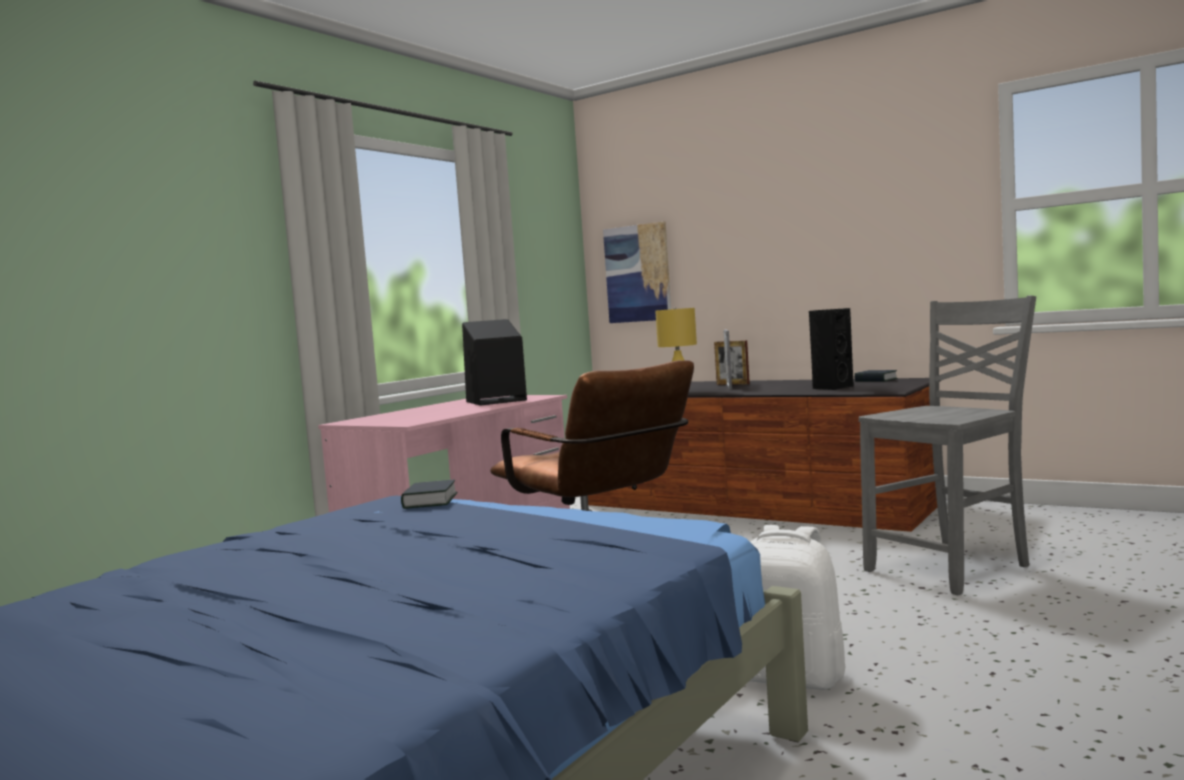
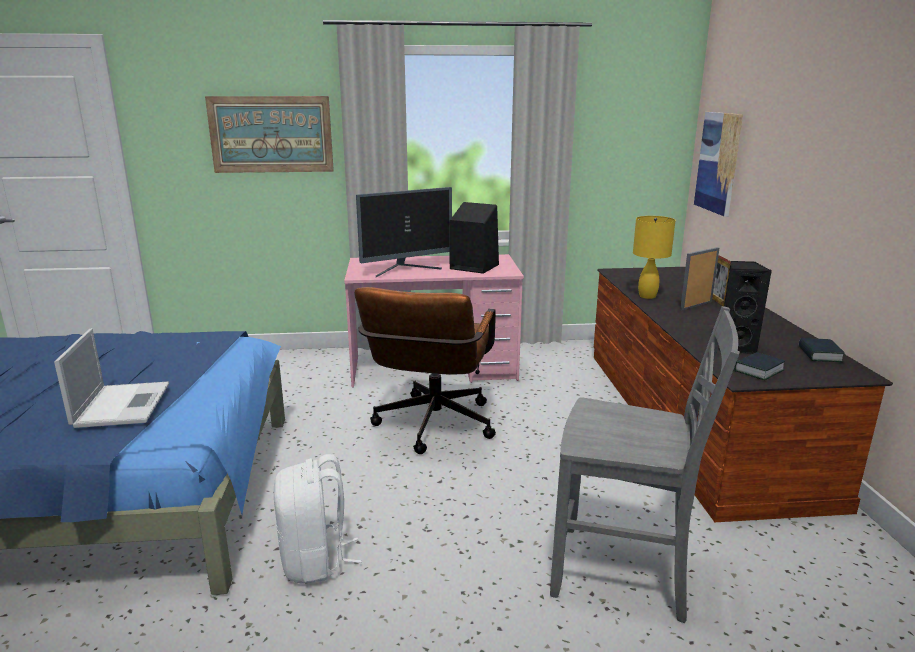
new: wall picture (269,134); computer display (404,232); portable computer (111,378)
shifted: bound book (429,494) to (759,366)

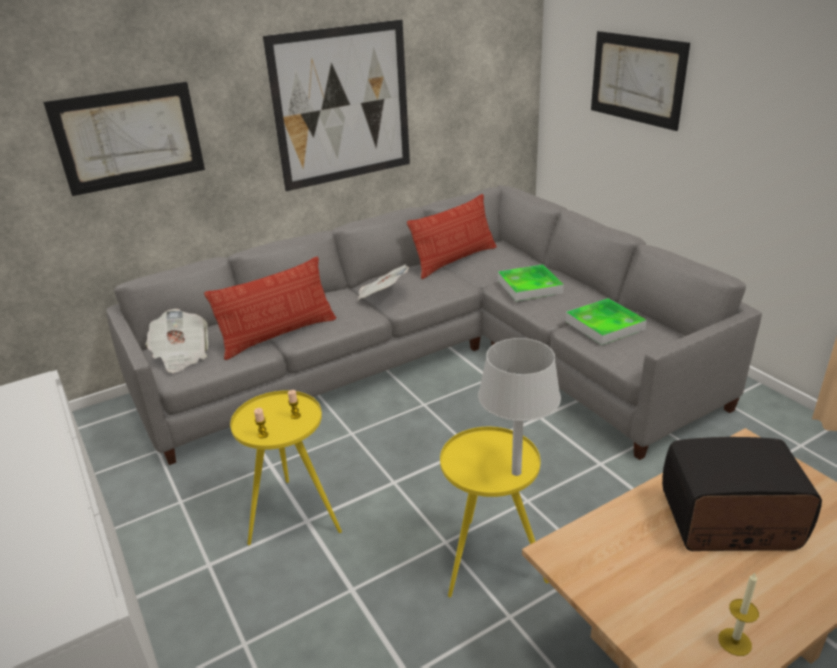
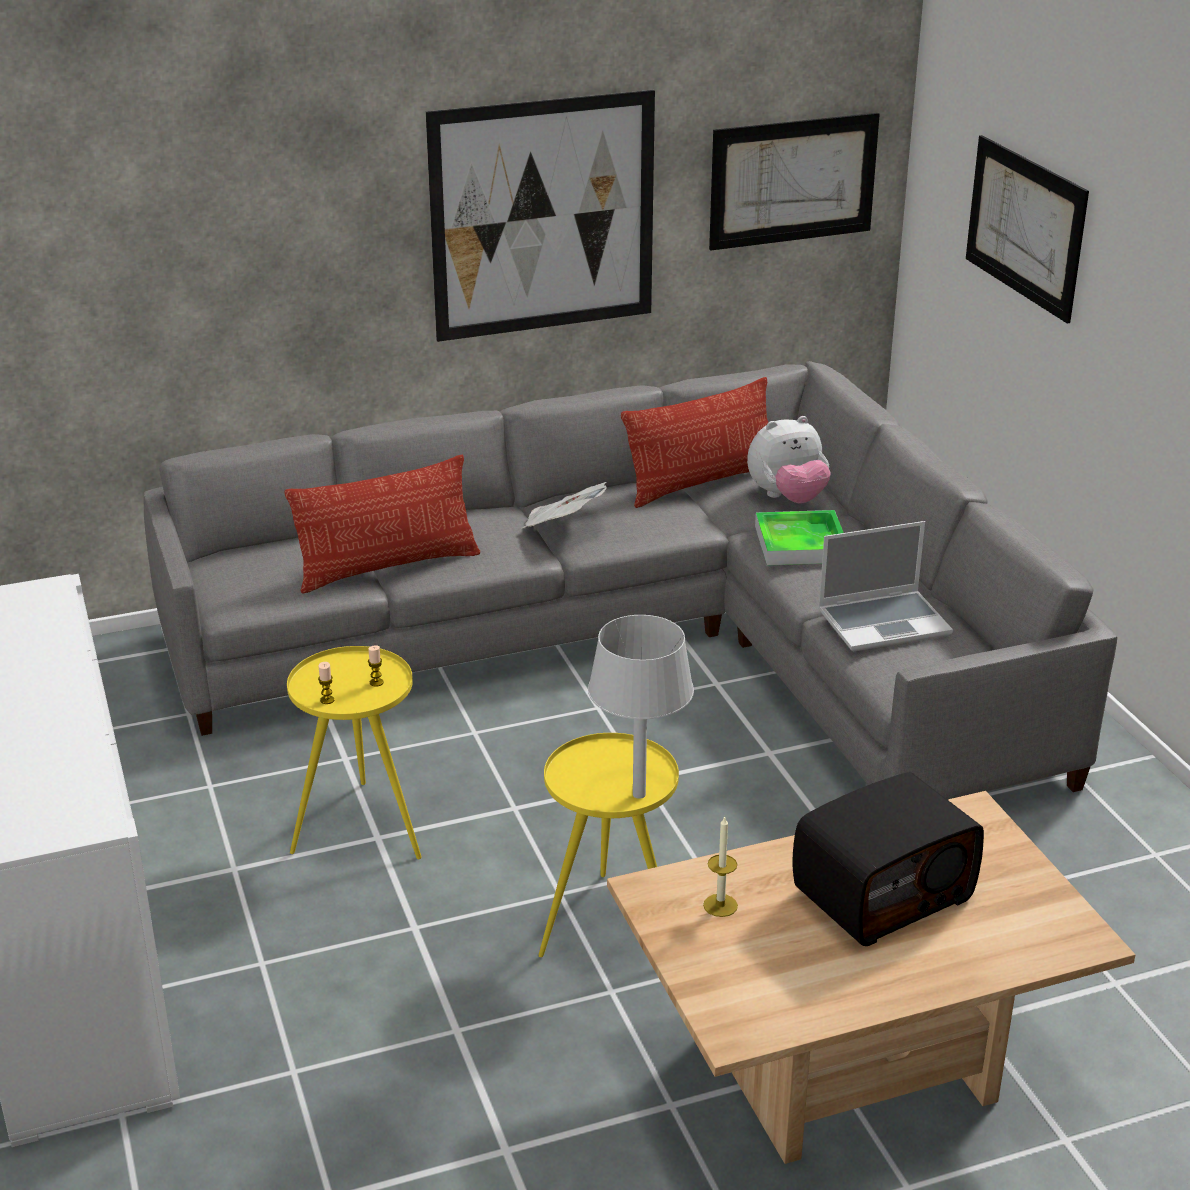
gone: daily paper (177,341)
new: cuddly toy (789,459)
shifted: wall picture (124,139) to (794,182); wax light (738,614) to (720,866)
swapped: serving tray (606,321) to portable computer (885,586)
rotated: radio receiver (742,494) = (888,859) 135 degrees clockwise

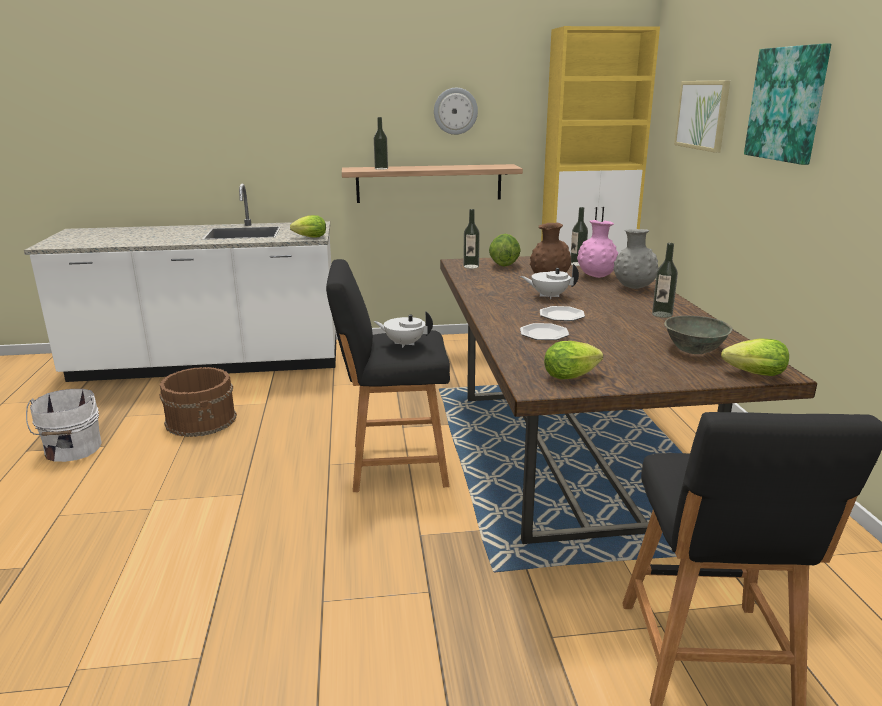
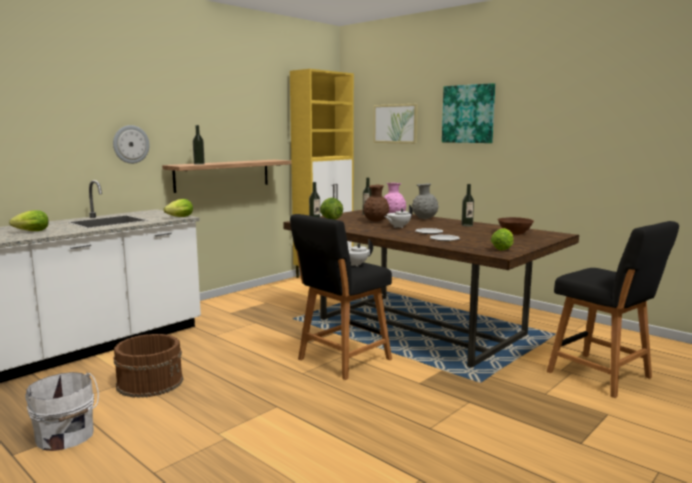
shifted: hanging clock (456,111) to (131,144); lettuce head (755,357) to (29,220)
repainted: greyish deep dish (698,335) to brown-coloured deep dish (515,226)

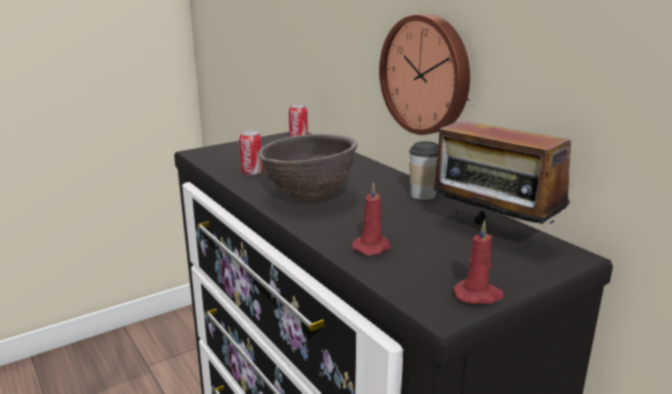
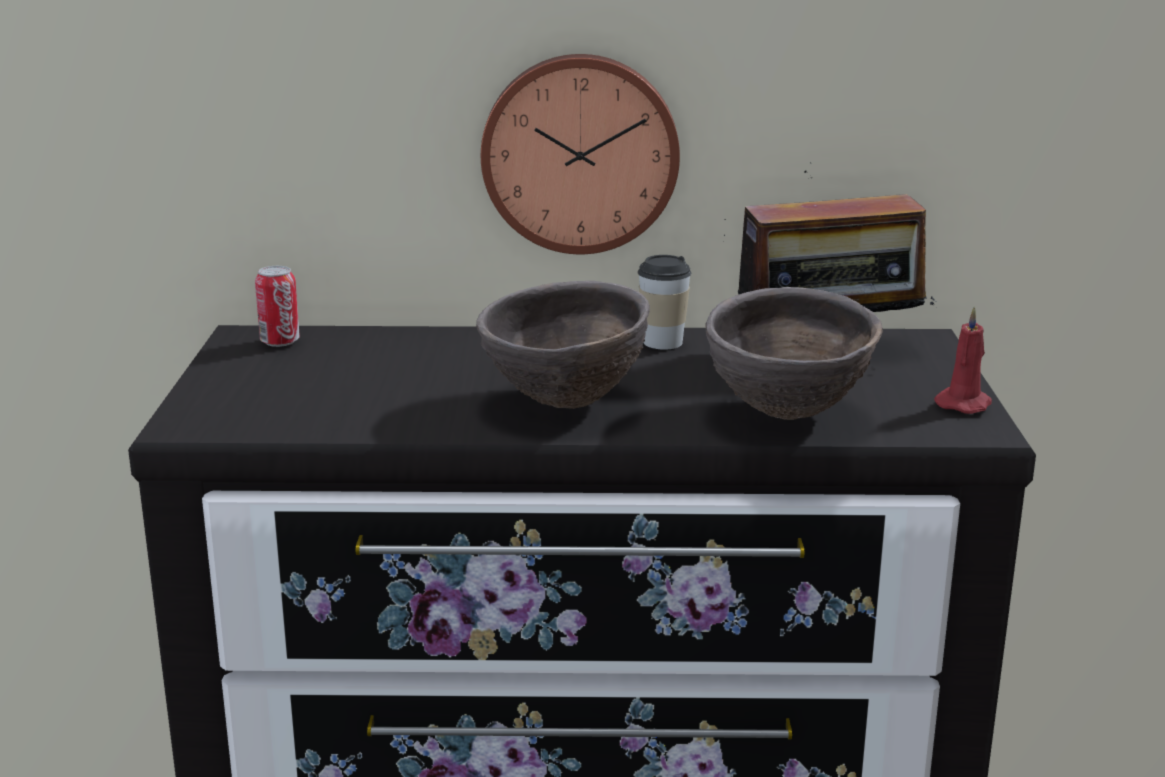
gone: can (251,153)
swapped: red wax light (371,219) to brown-coloured deep dish (794,353)

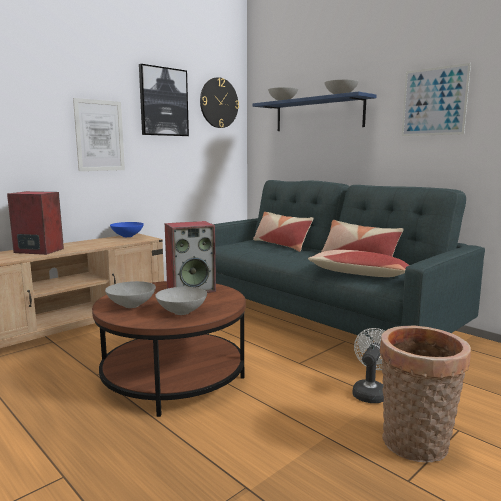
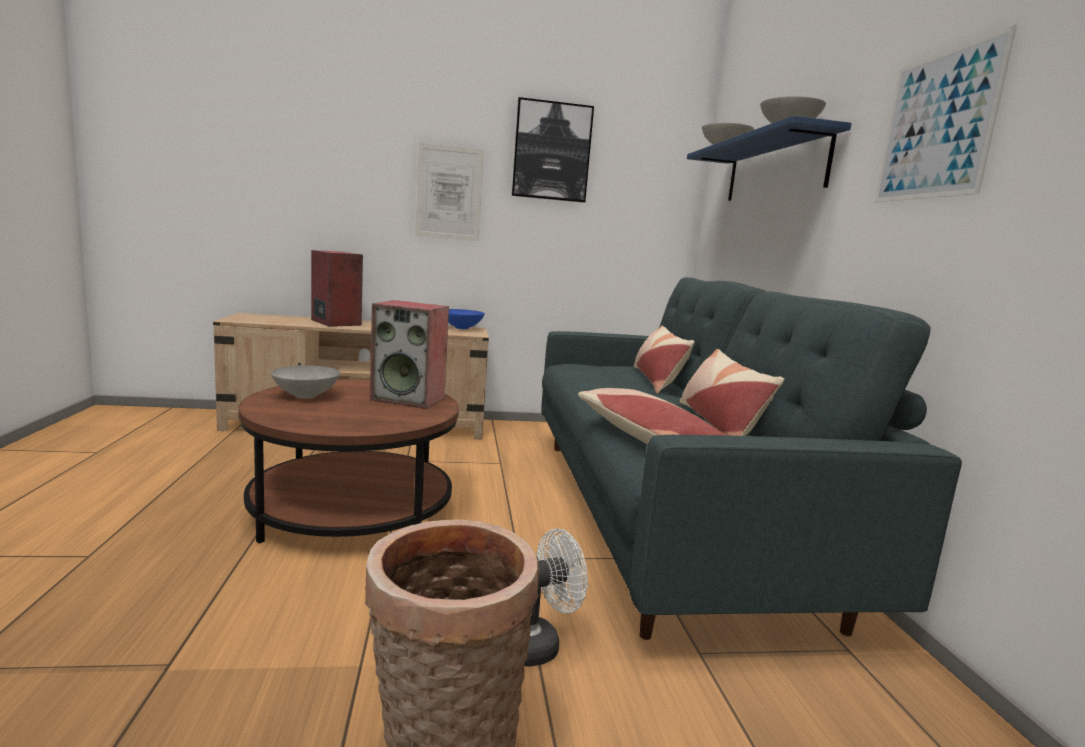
gone: hanging clock (219,102); greyish deep dish (181,301)

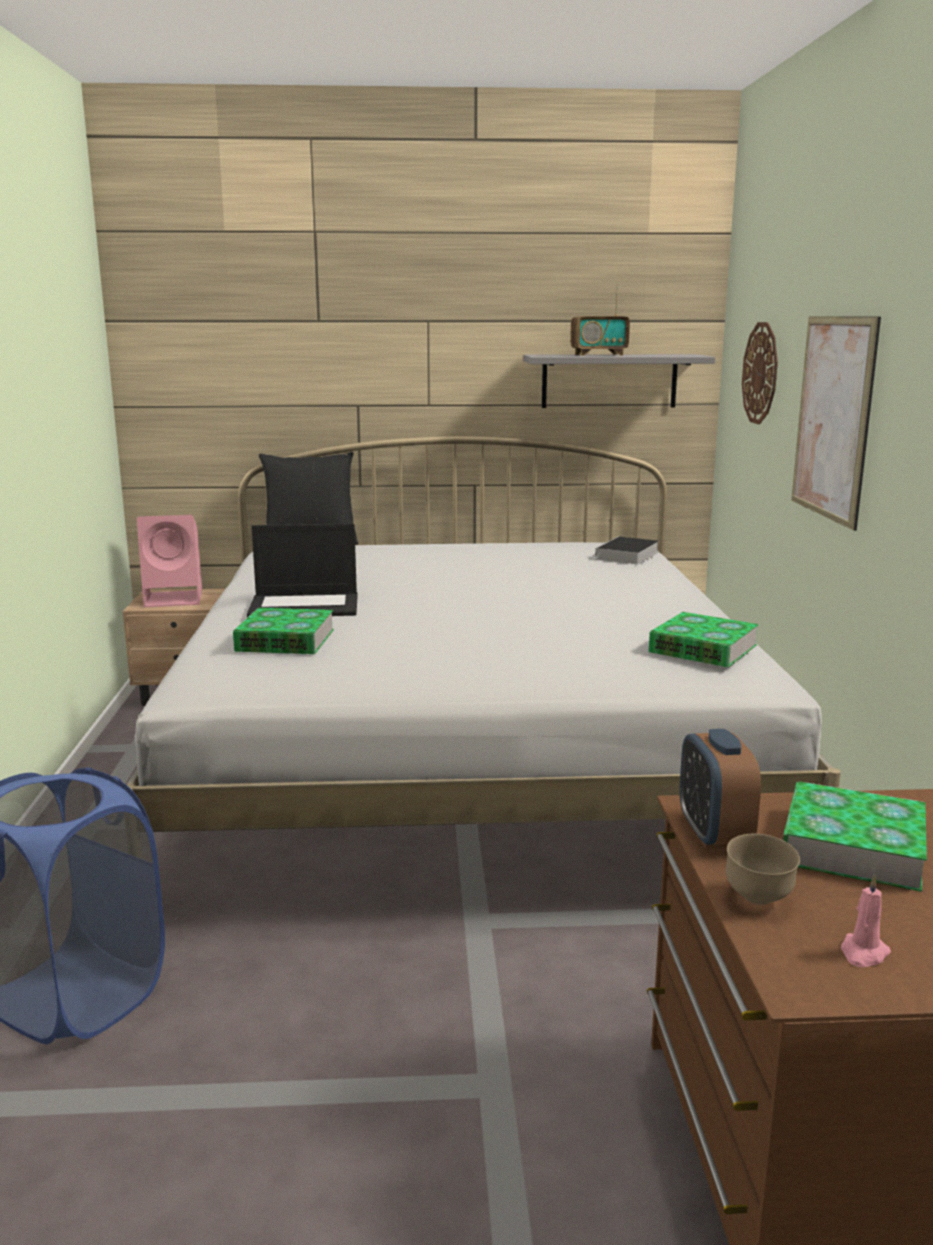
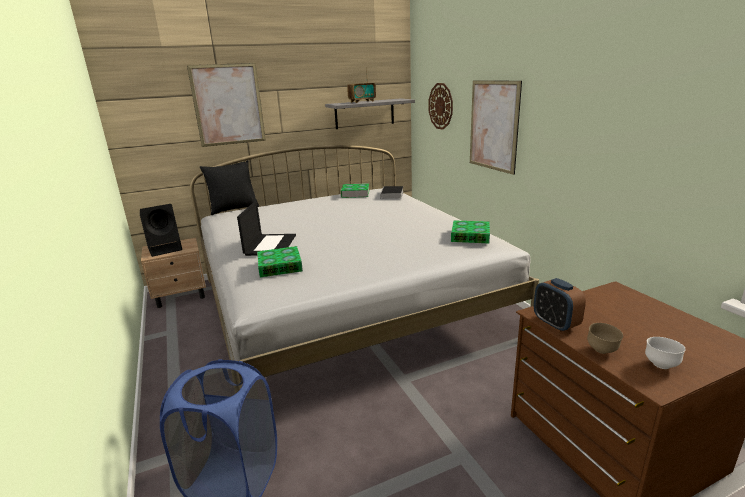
new: wall picture (226,105)
shifted: bound book (855,836) to (355,190)
swapped: pinkish wax light (866,920) to whitish deep dish (665,353)
repainted: pinkish loudspeaker (169,561) to black-coloured loudspeaker (161,230)
rotated: portable computer (302,570) = (266,228) 60 degrees counterclockwise

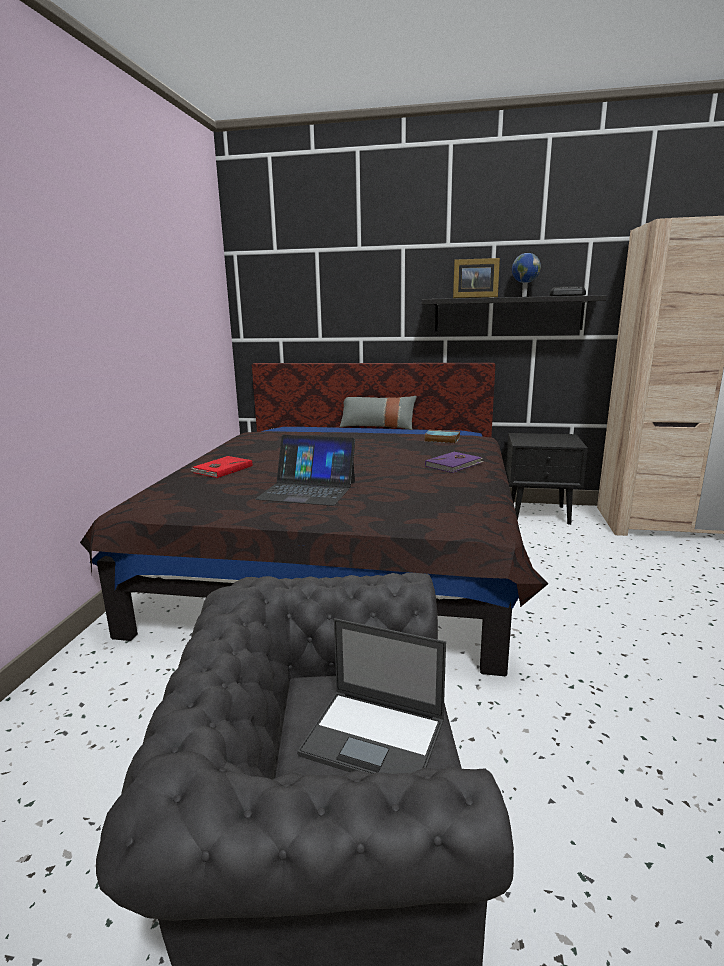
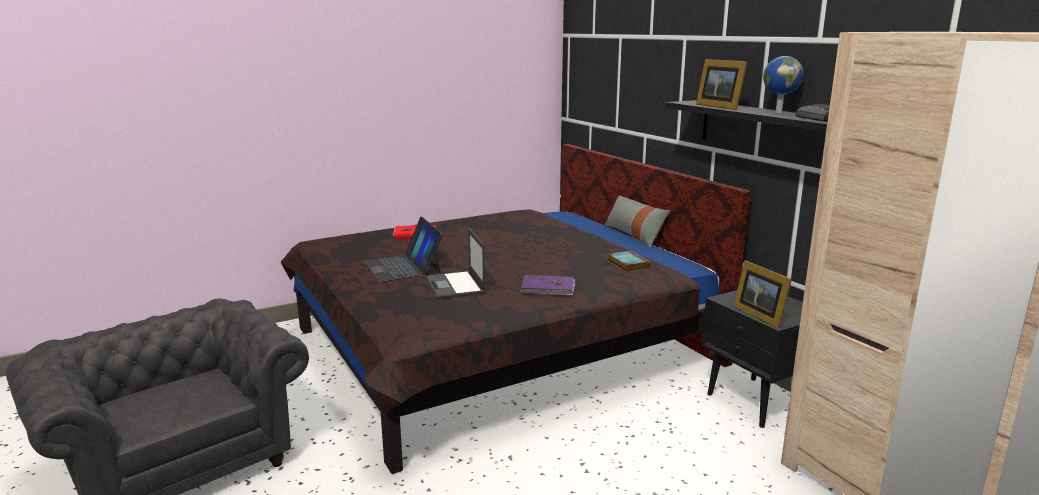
new: photo frame (762,294)
shifted: portable computer (371,696) to (456,263)

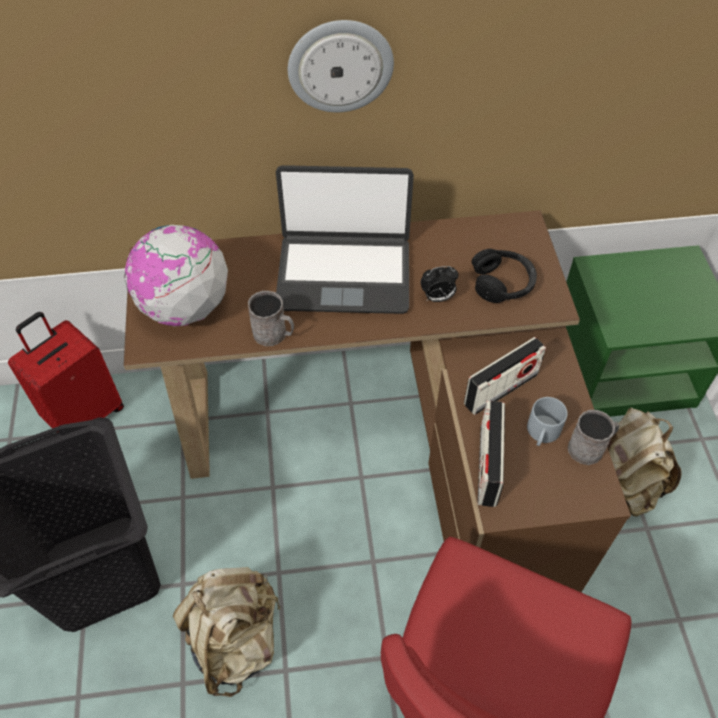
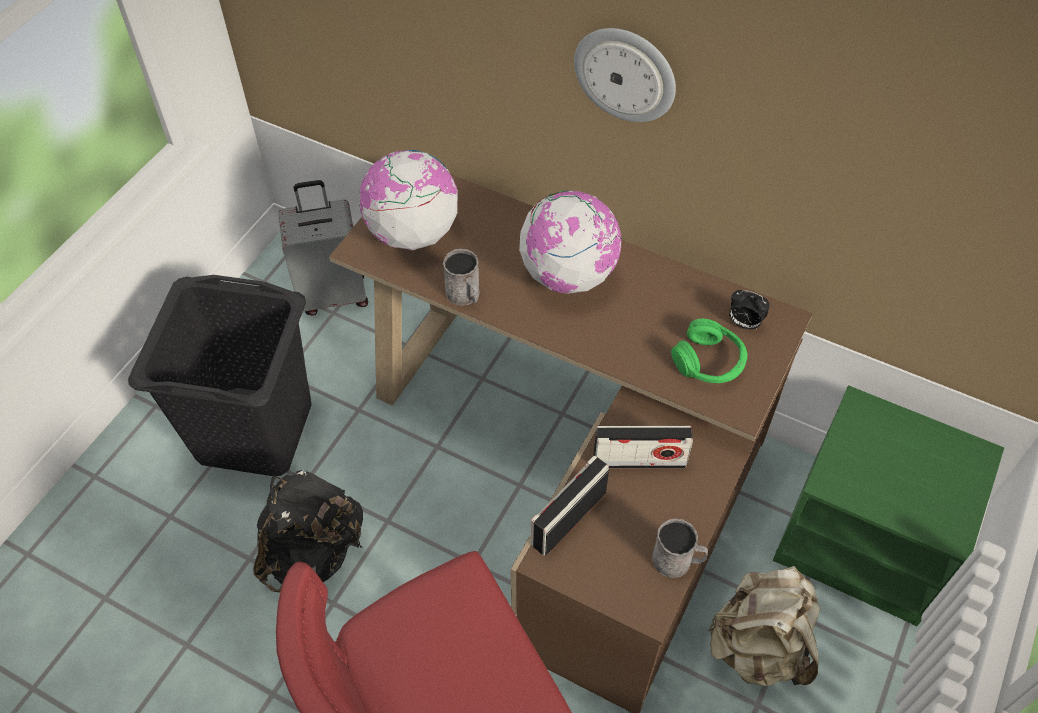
gone: greyish tea mug (547,421)
shifted: table clock (440,284) to (749,310)
swapped: portable computer (345,239) to world globe (570,242)
repainted: black-coloured headphones (504,276) to greenish headphones (709,351); red suitcase (66,372) to greyish suitcase (323,248); sand-coloured rucksack (227,632) to black-coloured rucksack (308,531)

